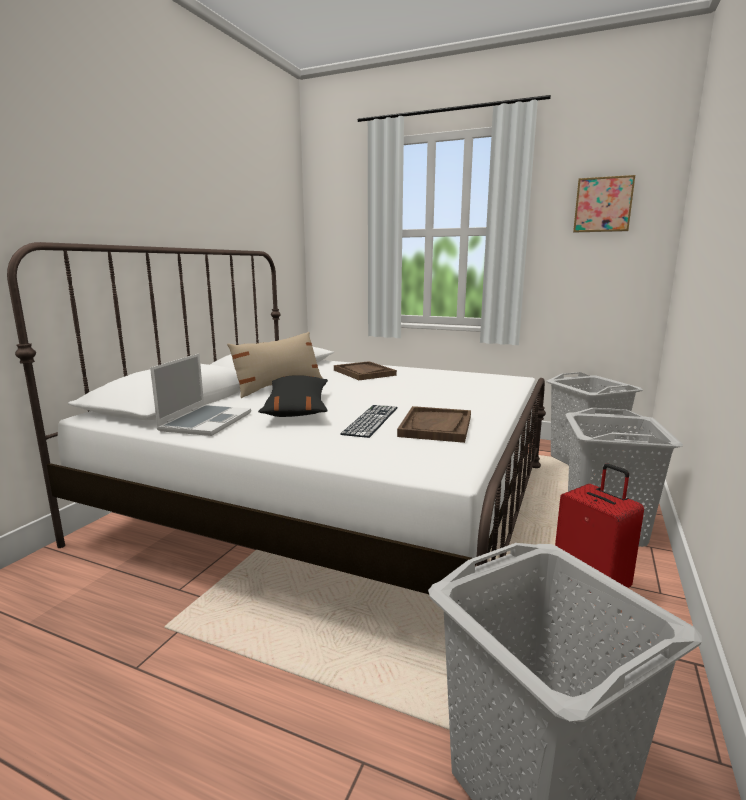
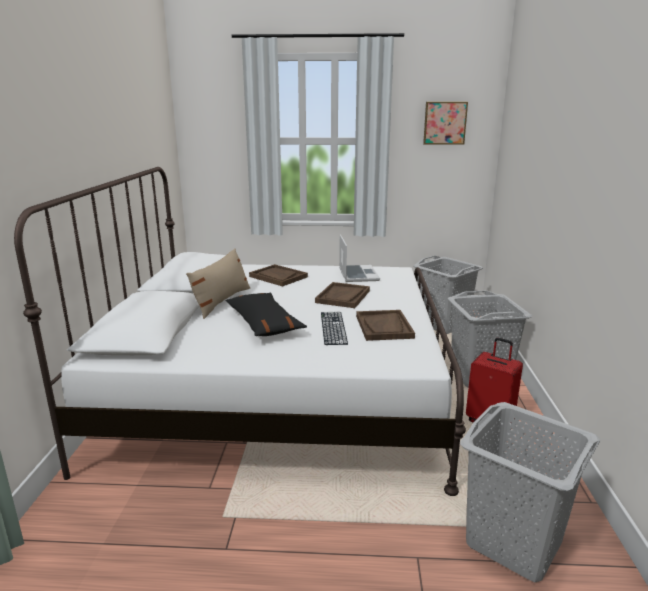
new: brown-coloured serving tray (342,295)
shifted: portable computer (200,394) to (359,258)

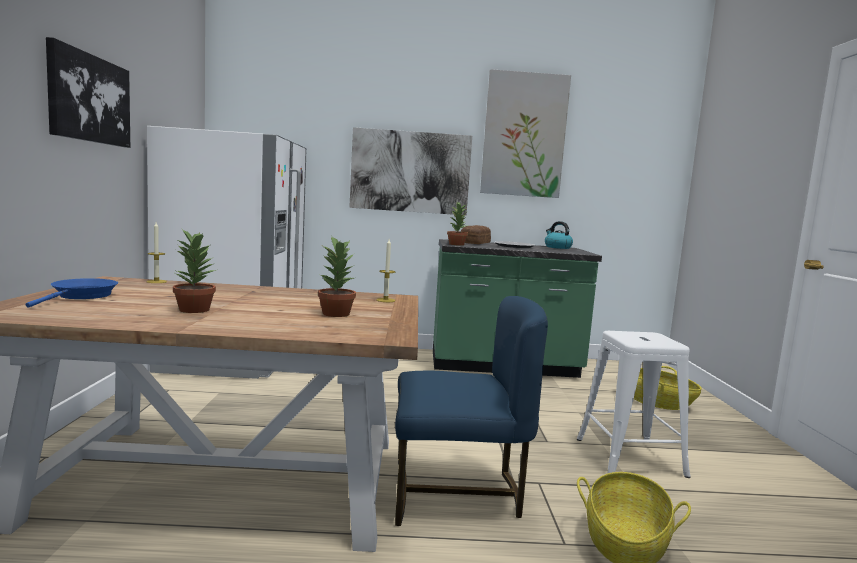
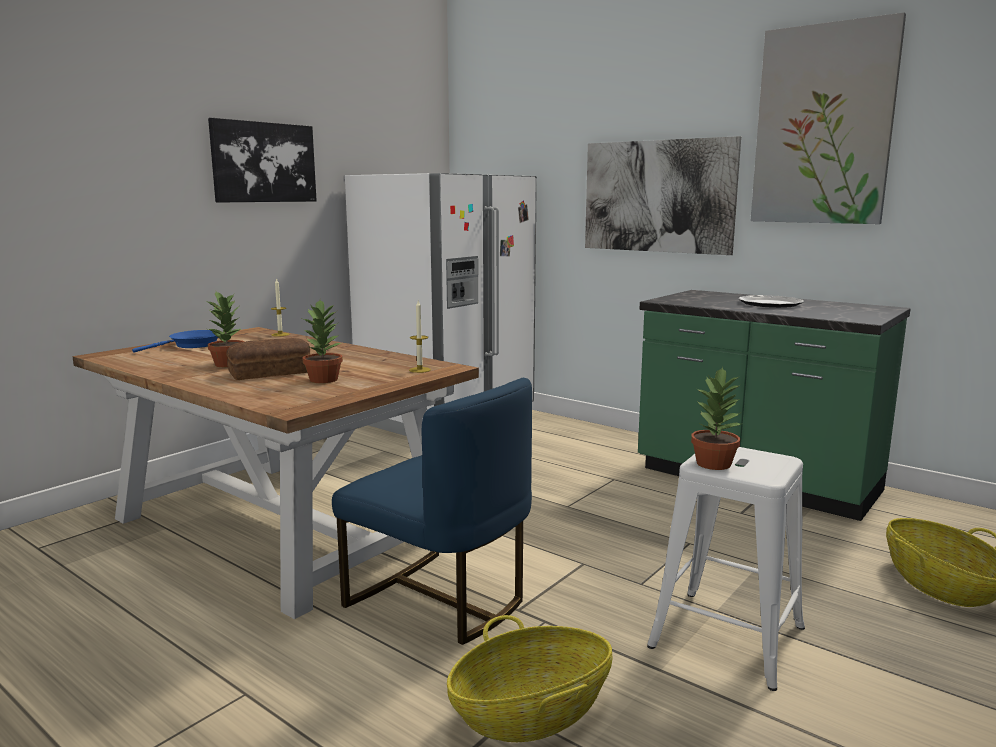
gone: water kettle (559,235)
shifted: potted plant (457,224) to (717,418); bakery bread (476,234) to (268,359)

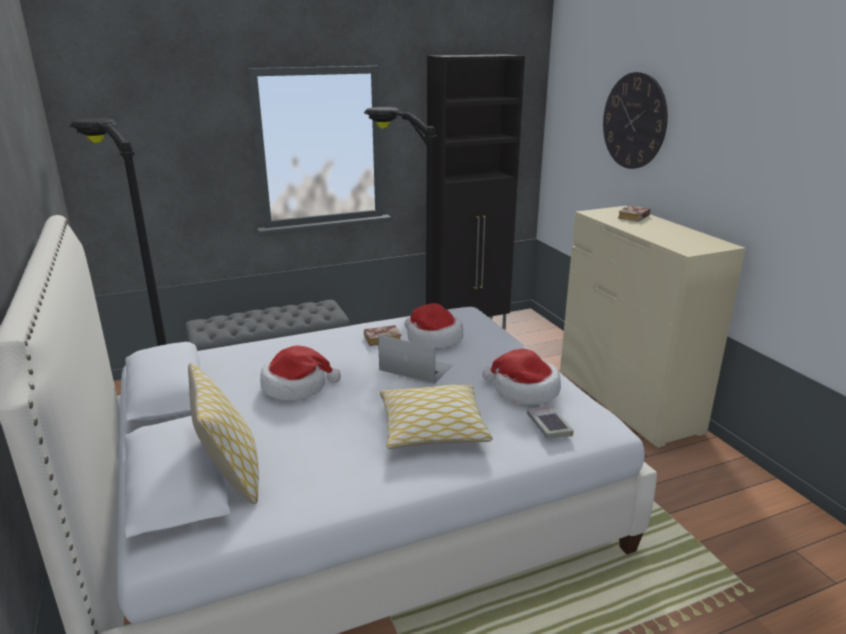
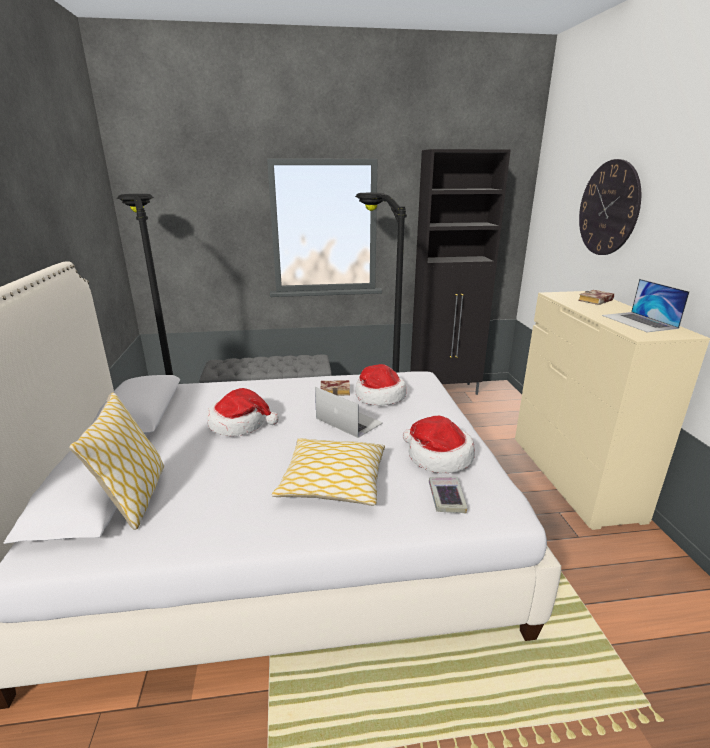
new: portable computer (646,305)

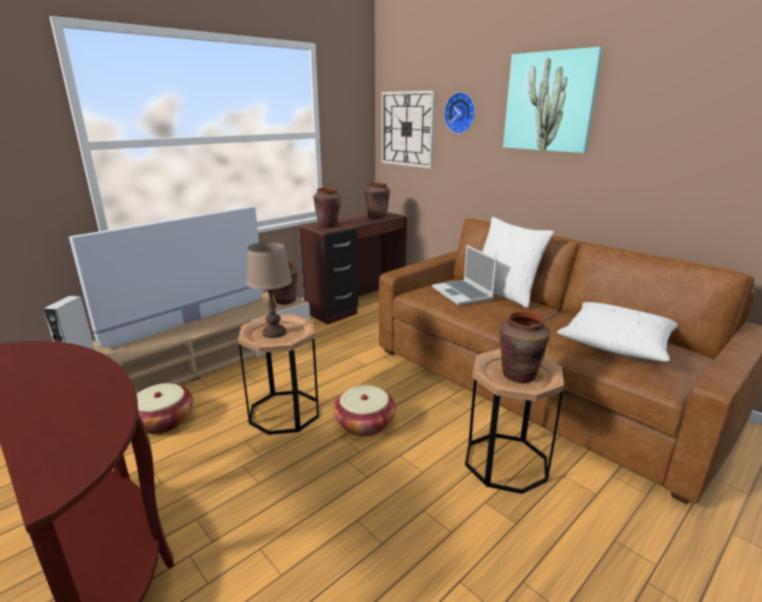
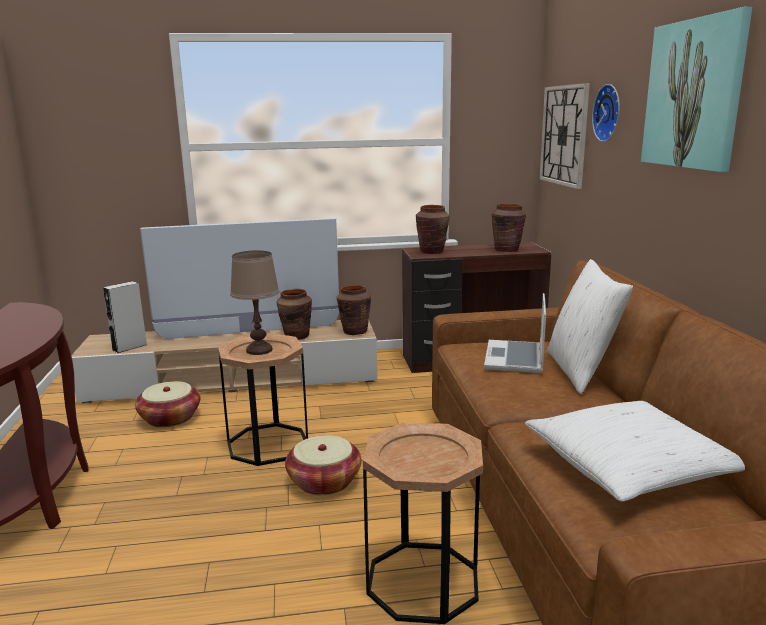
shifted: brown-coloured decorative vase (524,347) to (294,314)

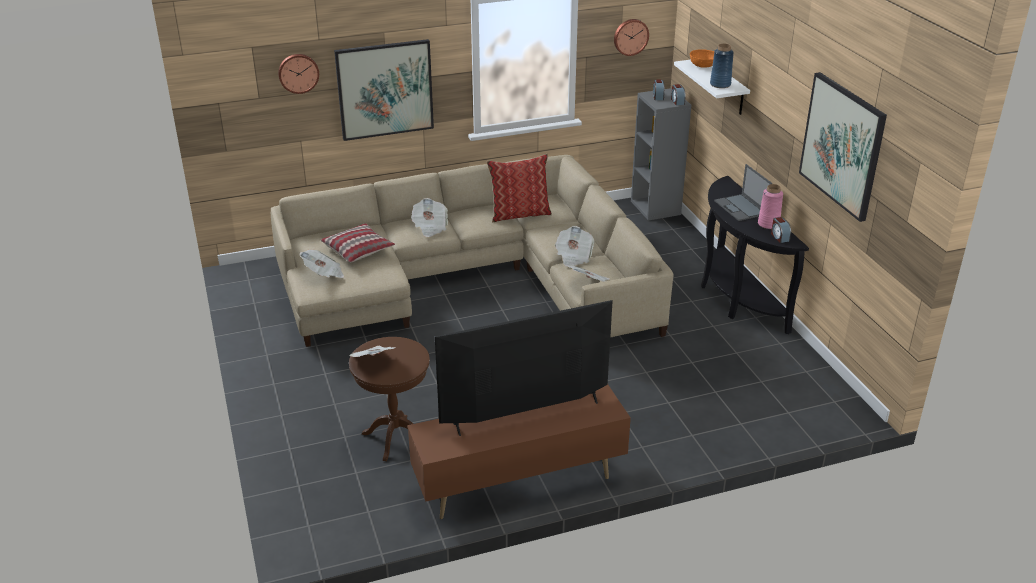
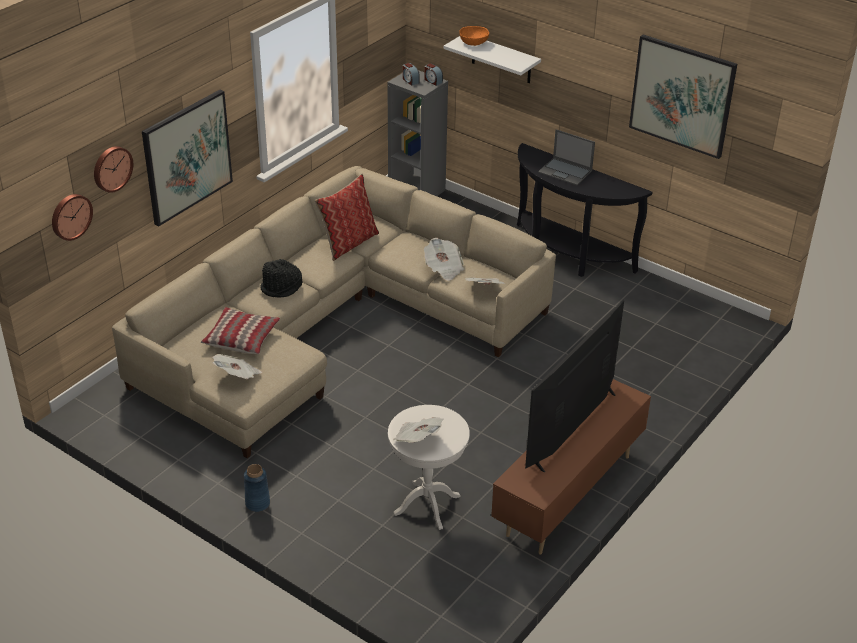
gone: pinkish decorative vase (770,206); table clock (781,230)
shifted: hanging clock (631,37) to (72,217); blue-coloured decorative vase (722,66) to (257,488)
swapped: daily paper (429,217) to black-coloured clothing hat (281,278)
repainted: brown-coloured side table (389,399) to whitish side table (429,467)

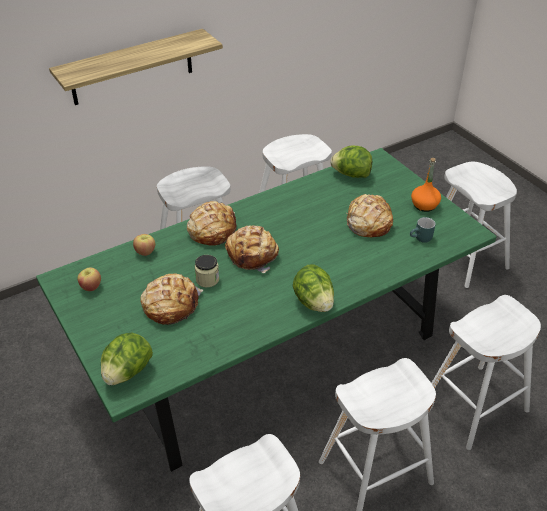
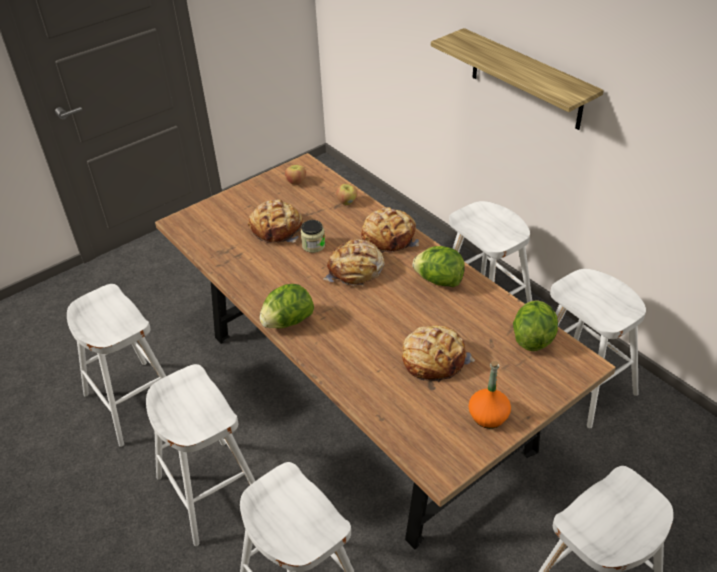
gone: blue-green tea mug (423,230)
shifted: lettuce head (127,358) to (438,266)
repainted: greenish dining table (266,310) to brown-coloured dining table (385,351)

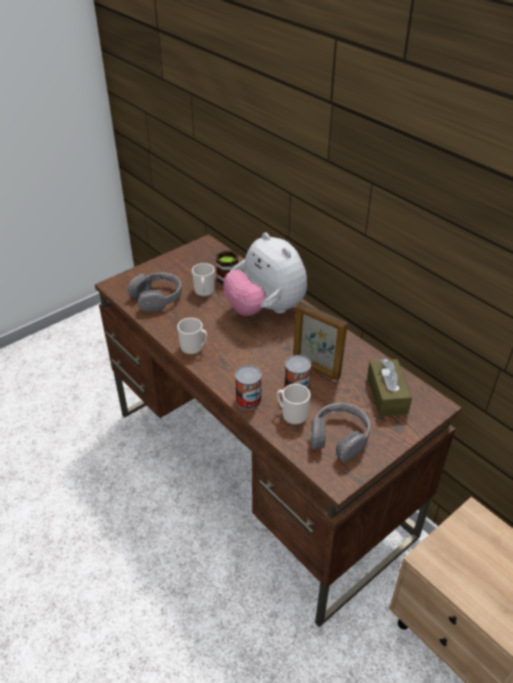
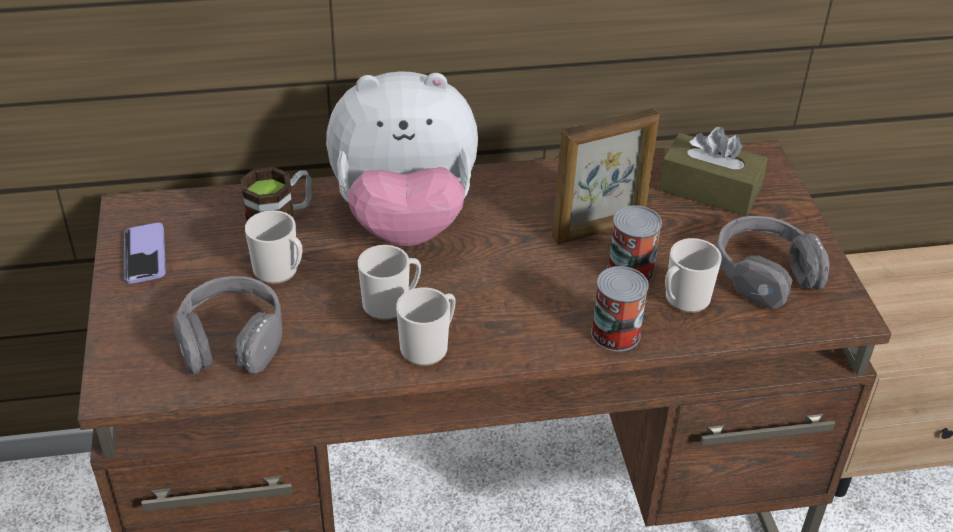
new: telephone (145,253); tea mug (389,283)

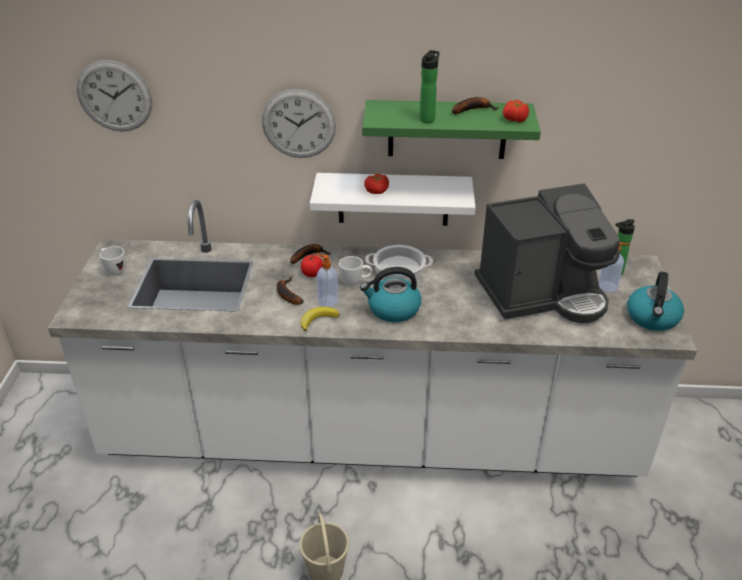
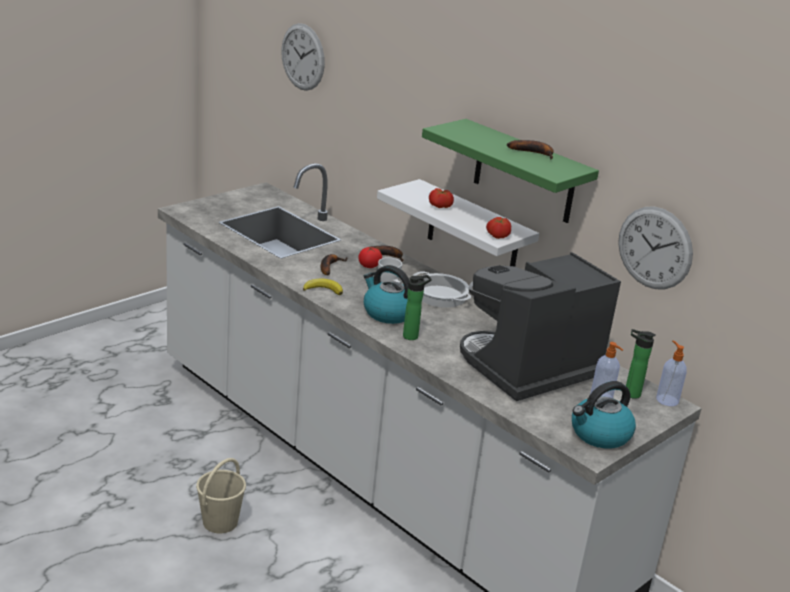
gone: whitish tea mug (112,261)
shifted: beverage bottle (429,86) to (417,307); hanging clock (299,123) to (655,247); whole tomato (516,111) to (498,228); soap bottle (326,280) to (671,373)
rotated: coffee maker (547,253) = (540,326) 120 degrees clockwise

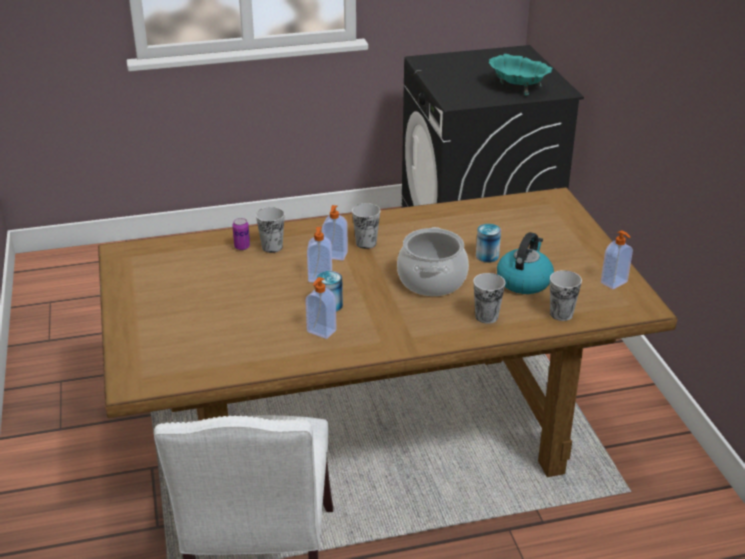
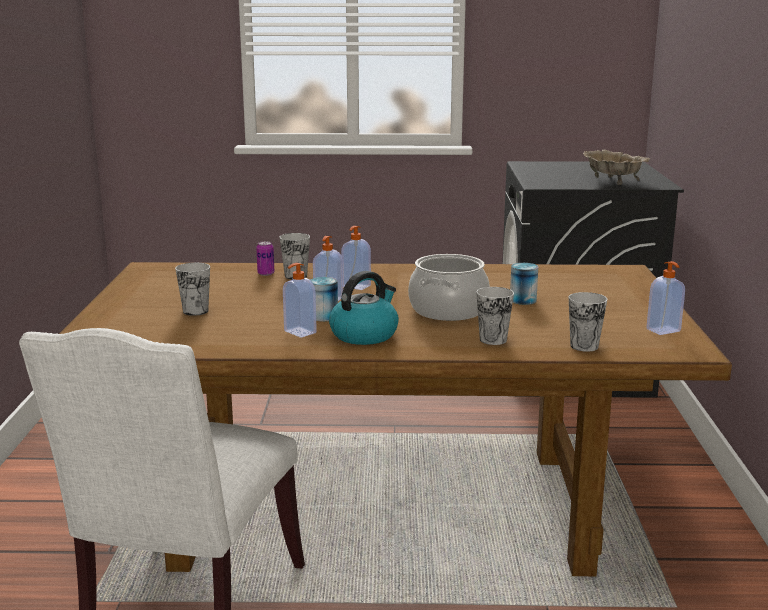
shifted: cup (366,226) to (192,289); water kettle (525,263) to (364,308)
repainted: blue-green deep dish (521,74) to sand-coloured deep dish (616,167)

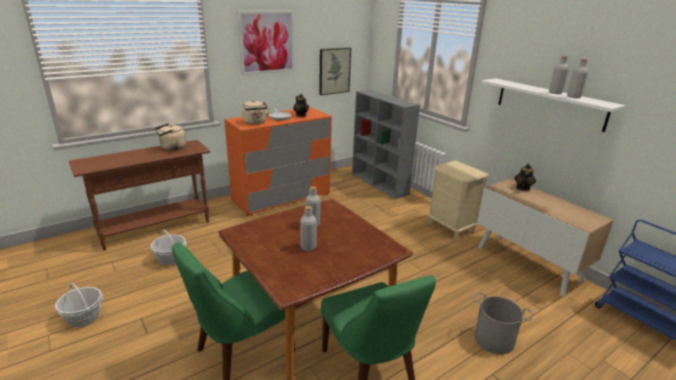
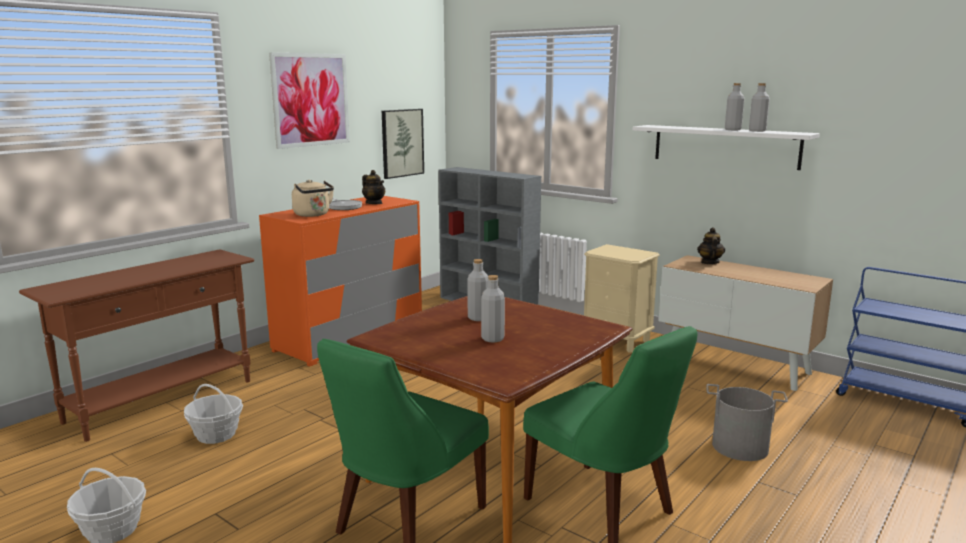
gone: sand-coloured water kettle (170,137)

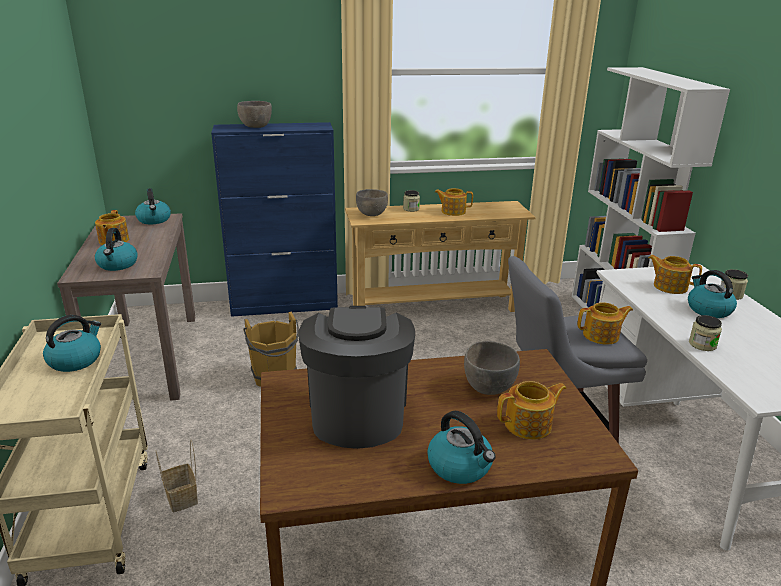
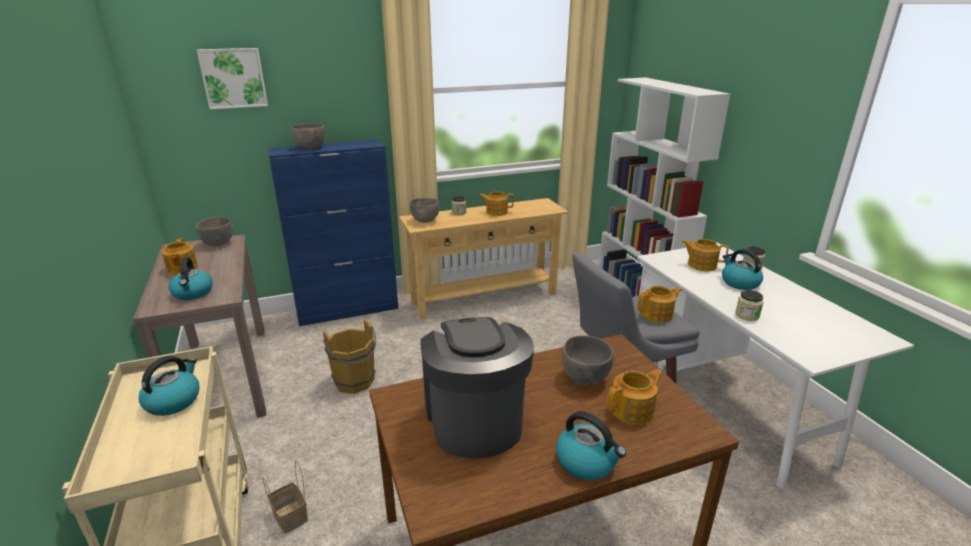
new: wall picture (232,78)
swapped: water kettle (153,206) to greyish deep dish (214,231)

